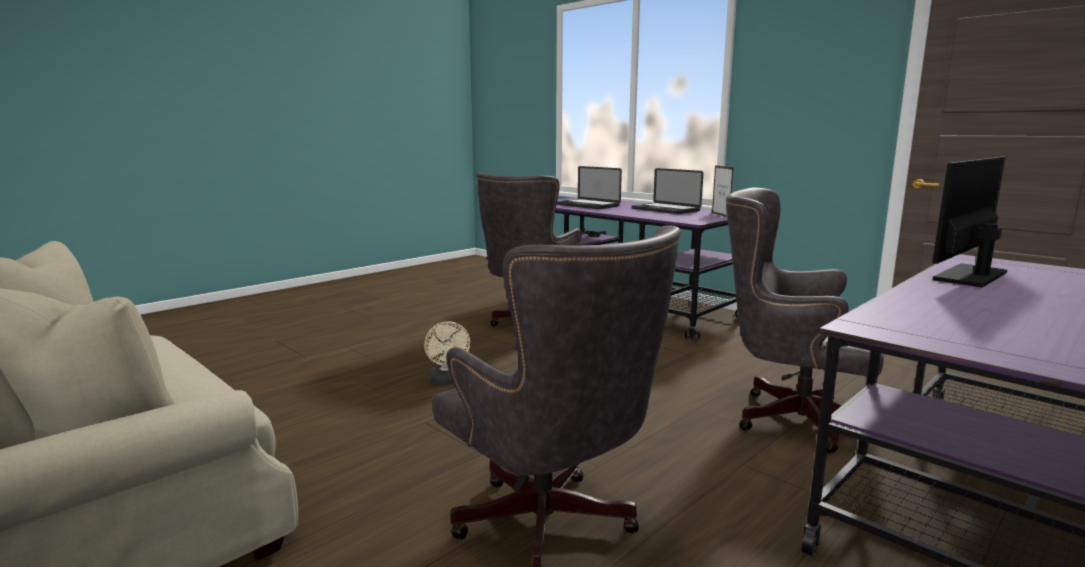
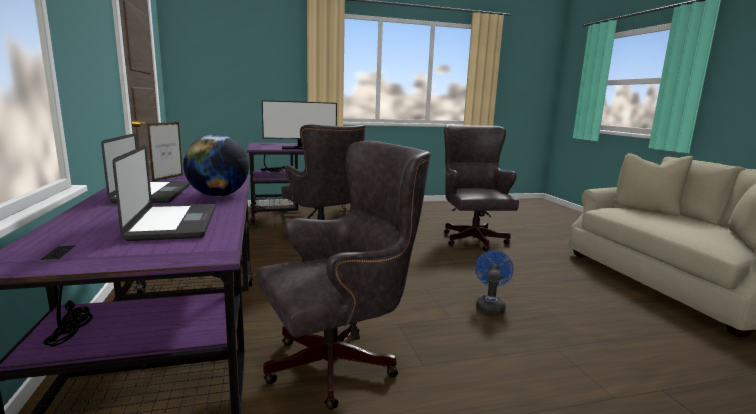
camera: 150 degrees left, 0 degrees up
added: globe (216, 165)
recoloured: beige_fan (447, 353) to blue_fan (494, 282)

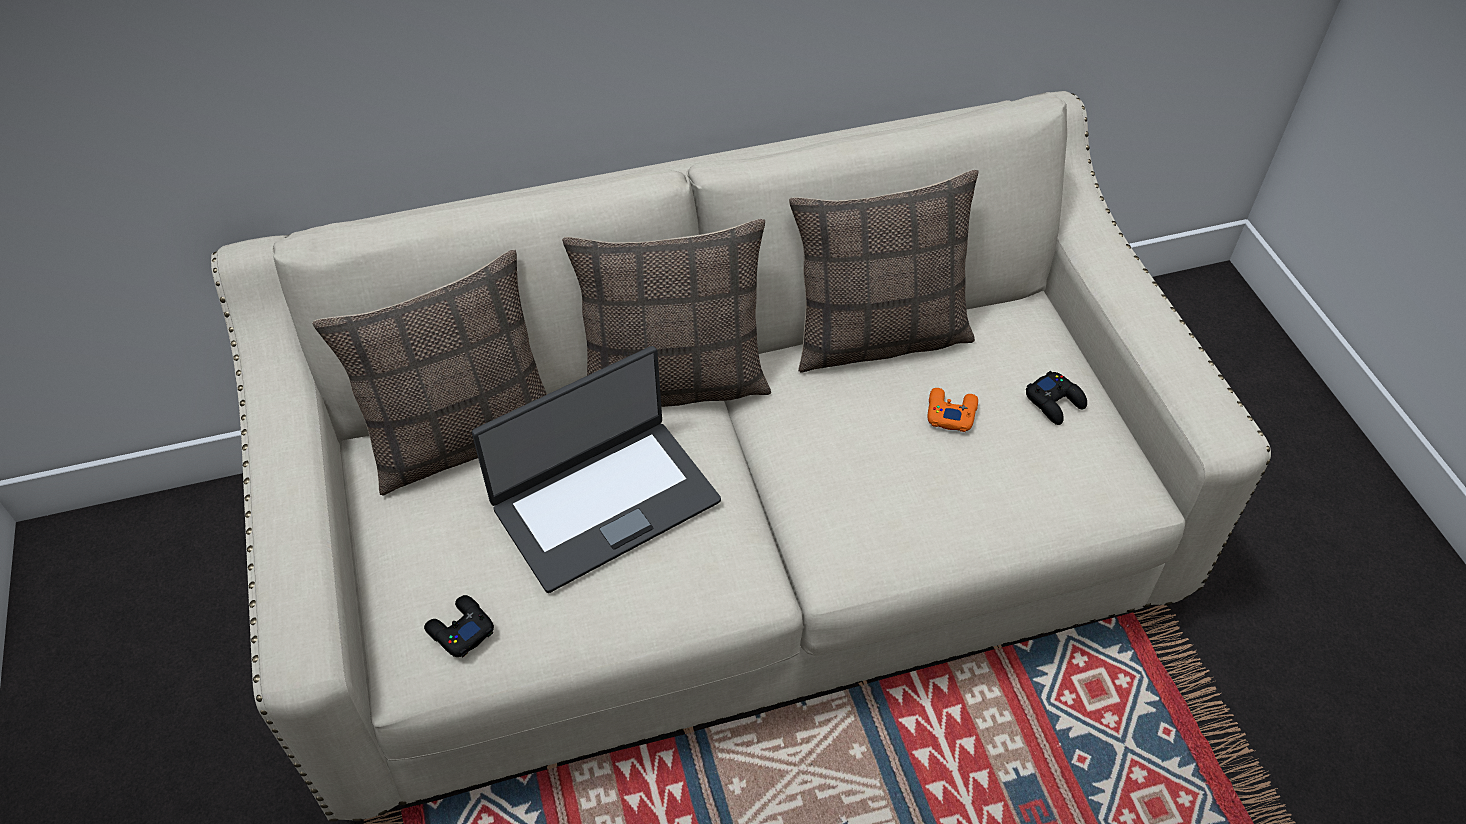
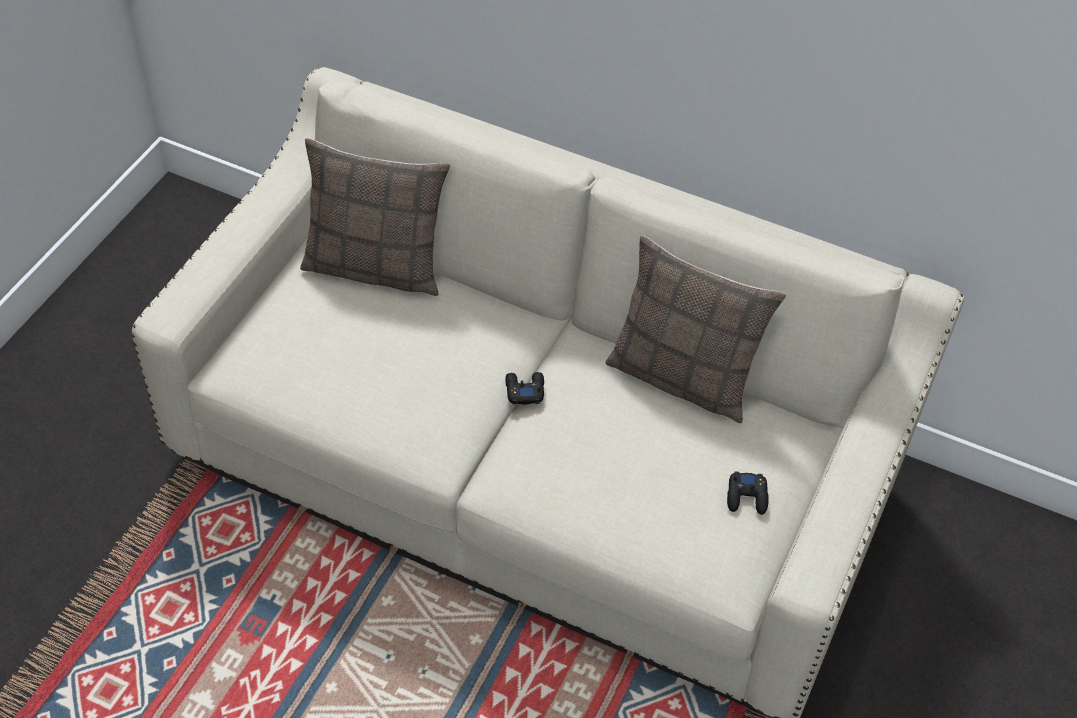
camera: 40 degrees right, 0 degrees up
removed: laptop (596, 469); pillow (666, 313); orange_game_controller (953, 410)
moved: black_game_controller (459, 626) to (524, 388)

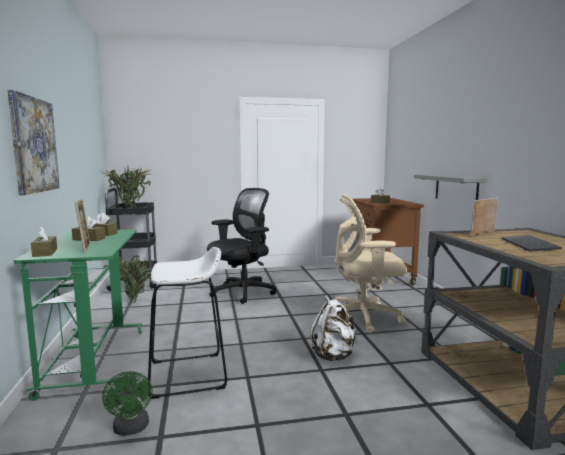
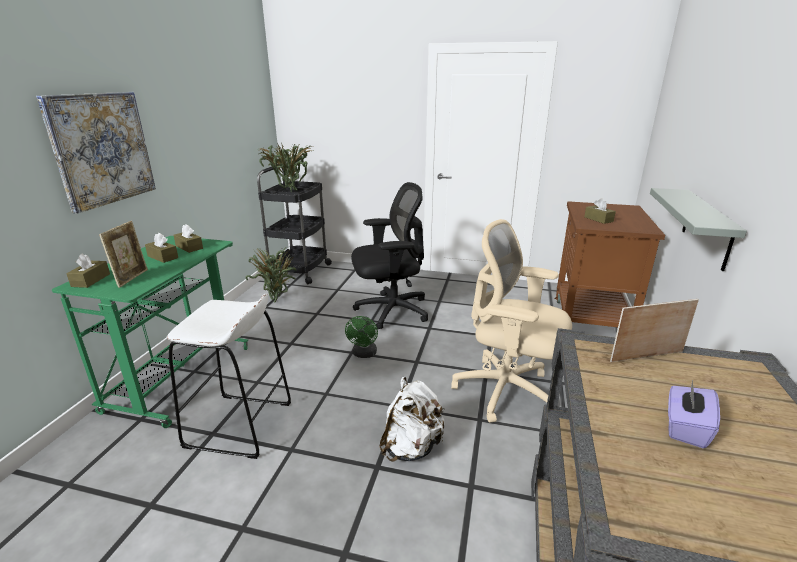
camera: 25 degrees right, 15 degrees up
moved: green_fan (127, 403) to (361, 337)
replaced: keyboard (532, 243) to purple_tissue_box (694, 414)

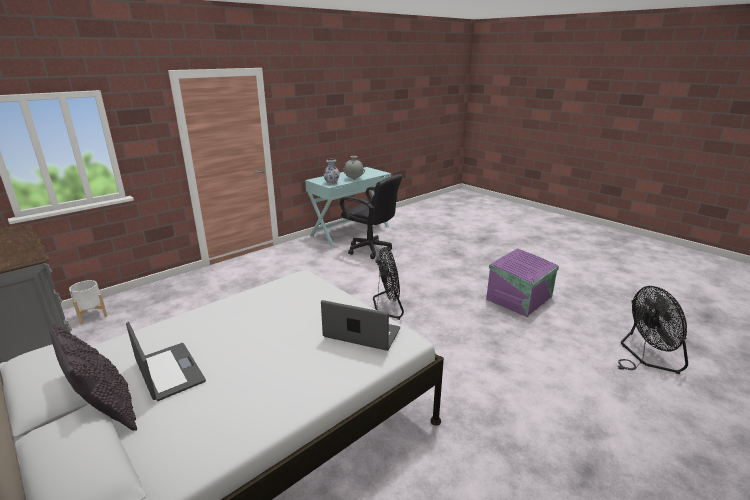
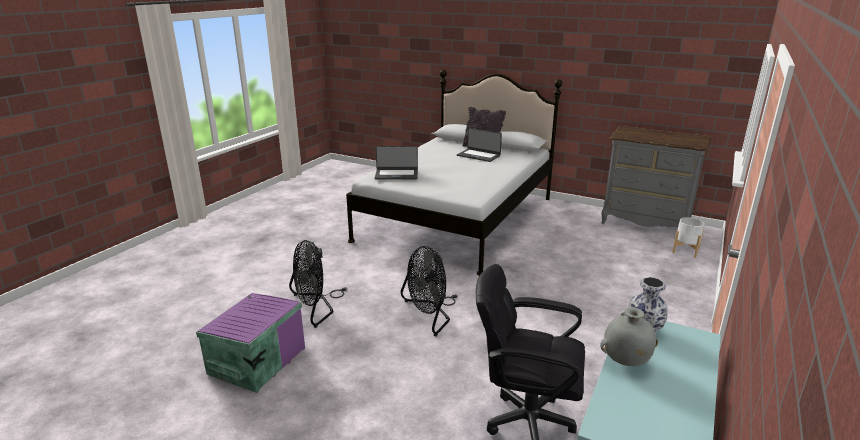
camera: 160 degrees right, 0 degrees up
moved: black_fan (652, 330) to (318, 284)

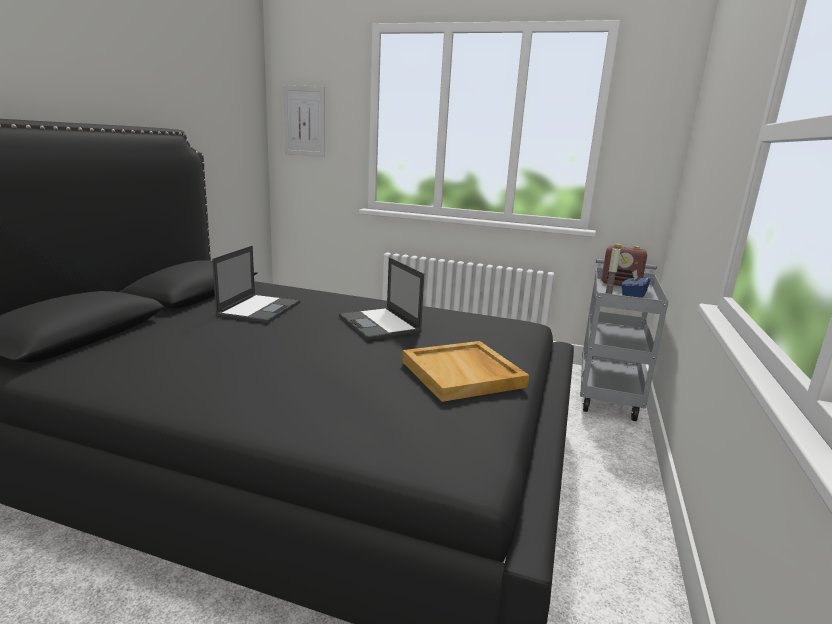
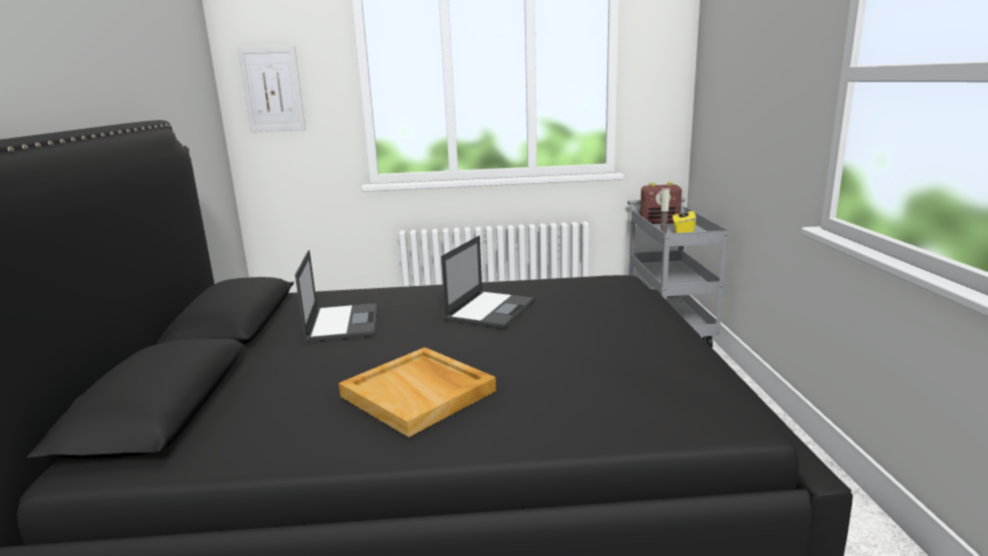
camera: 20 degrees left, 0 degrees up
moved: beige_tray (465, 371) to (417, 392)
recoloured: blue_tissue_box (635, 283) to yellow_tissue_box (684, 219)
turned: laptop (381, 298) = (488, 282) 105 degrees counterclockwise

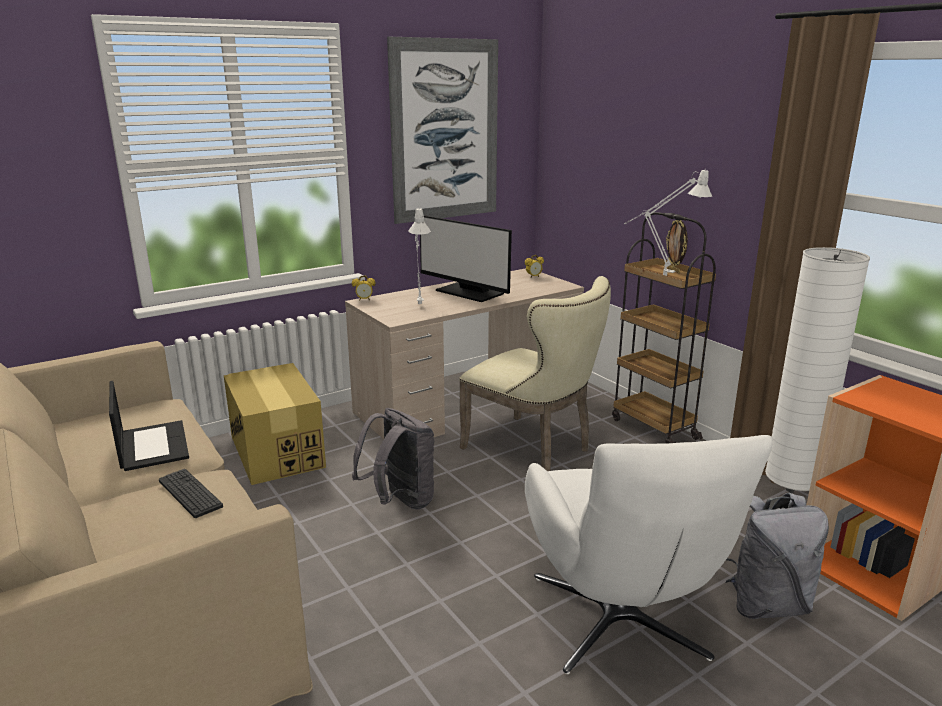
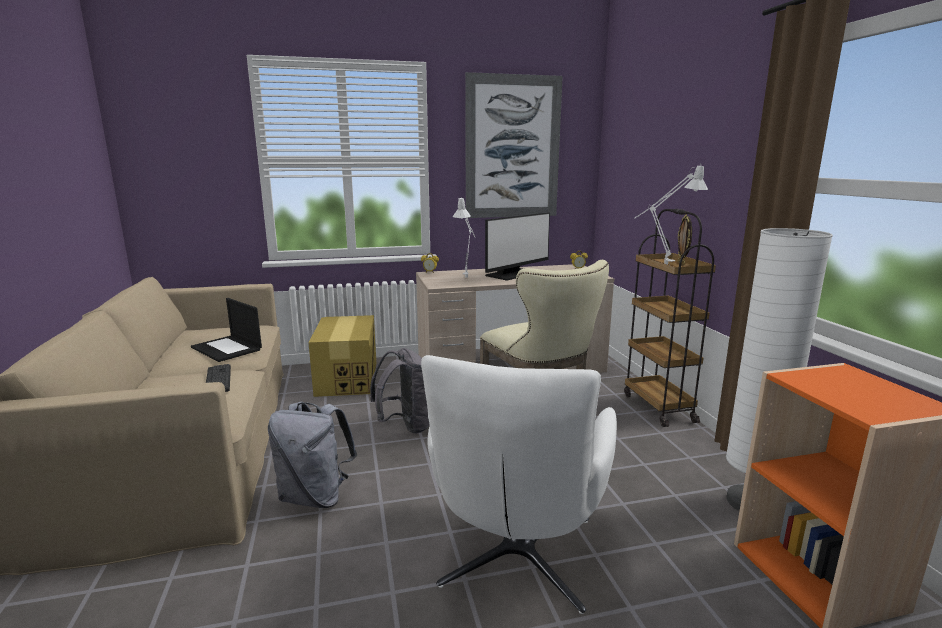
camera: 20 degrees right, 5 degrees down
moved: grey_backpack (777, 556) to (312, 454)
turned: laptop (149, 426) = (226, 330) 135 degrees clockwise; monitor (466, 258) = (517, 247) 105 degrees counterclockwise

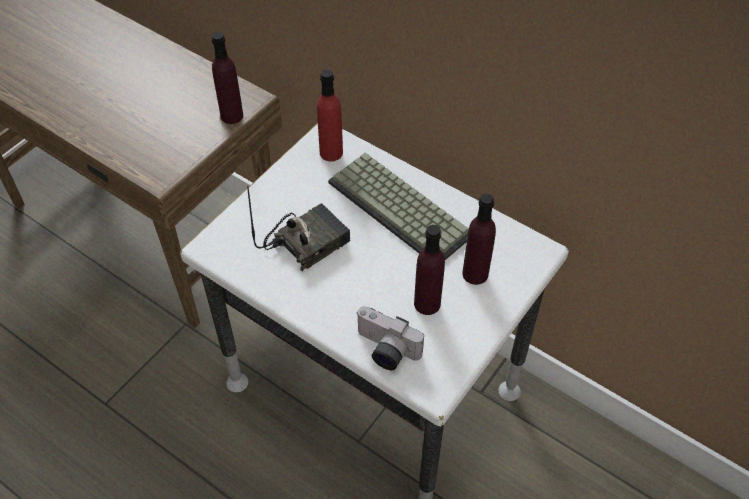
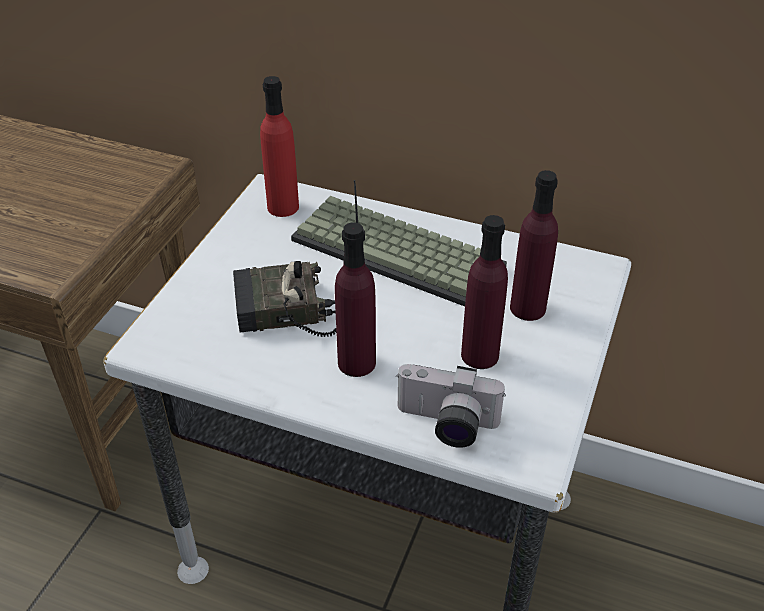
camera: 15 degrees left, 10 degrees down
moved: purple_bottle (227, 78) to (355, 299)
turned: radio (298, 229) = (295, 258) 135 degrees counterclockwise

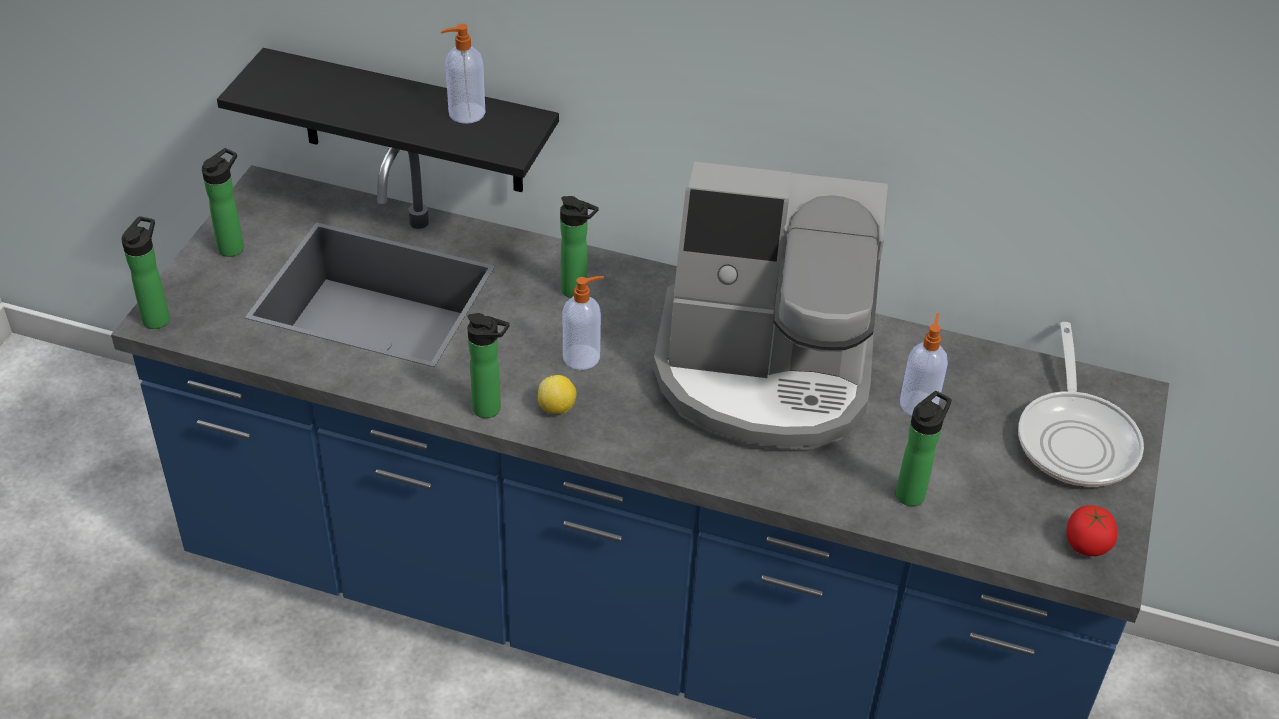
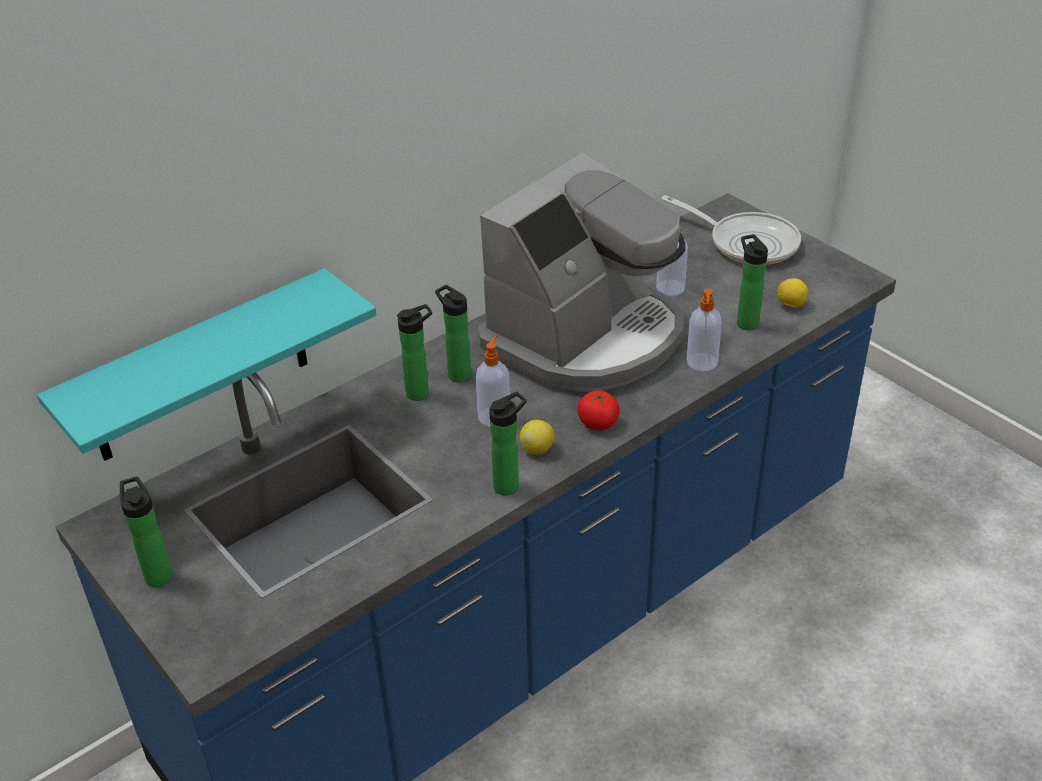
camera: 55 degrees left, 5 degrees down
added: lemon (792, 293)
moved: bottle (145, 272) to (453, 333); soap_dispenser (463, 74) to (704, 330); tomato (1091, 530) to (598, 410)
recoloured: black_shelf (388, 120) to turquoise_shelf (207, 364)

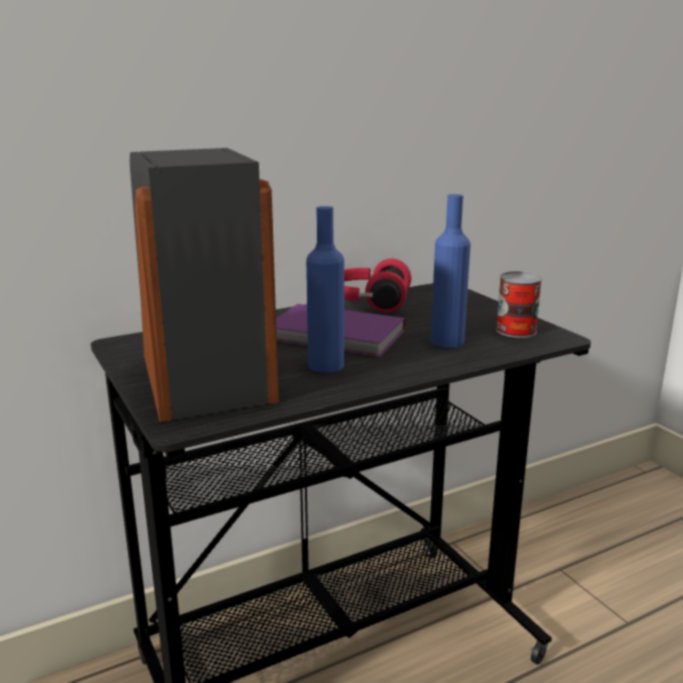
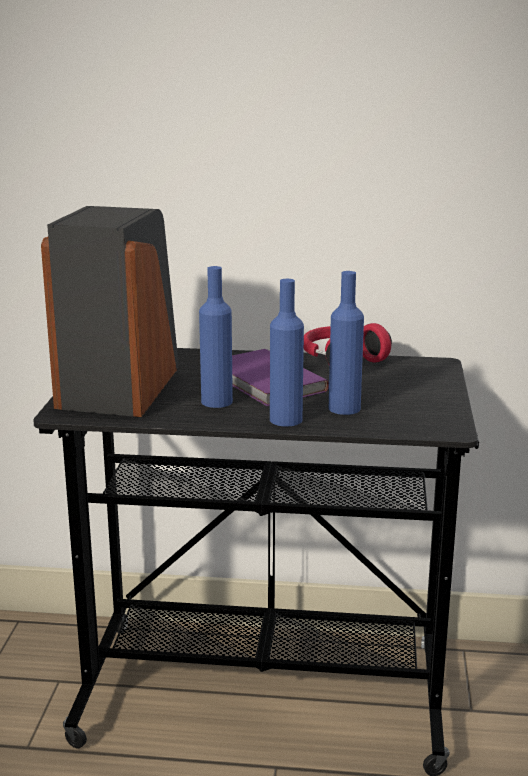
camera: 35 degrees right, 0 degrees up
removed: can (519, 304)
added: blue_bottle (287, 352)

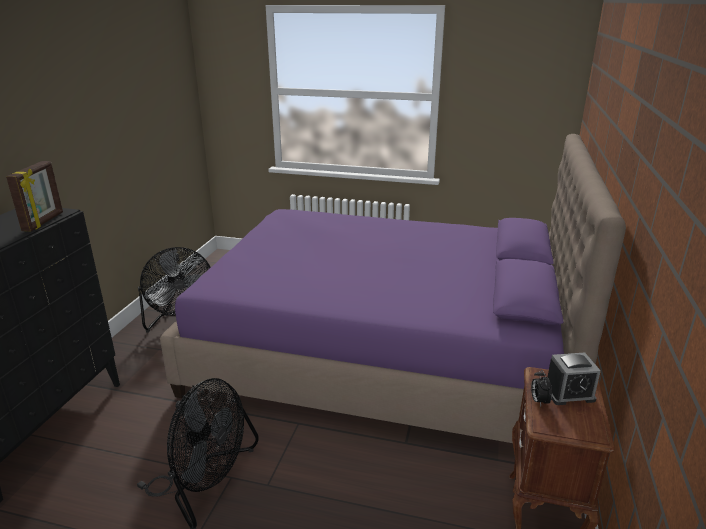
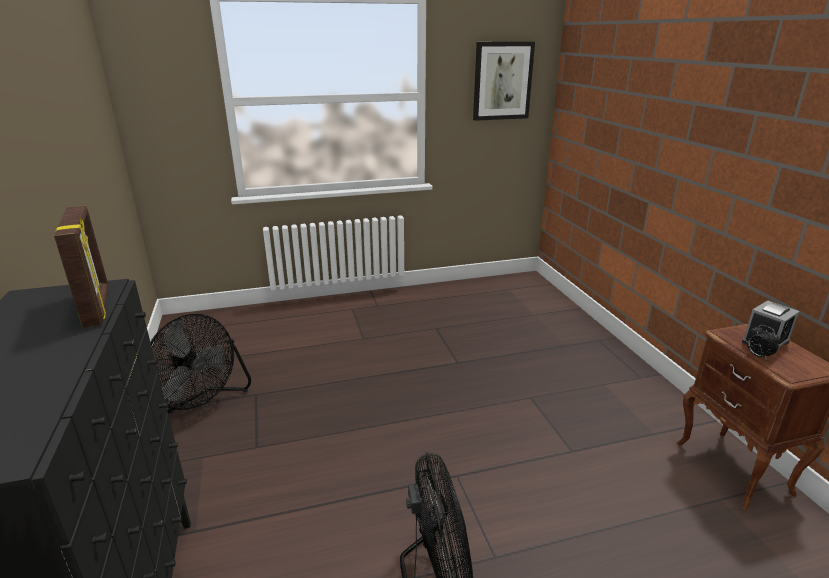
camera: 30 degrees left, 0 degrees up
removed: purple_bed (393, 288)
added: picture (504, 81)

